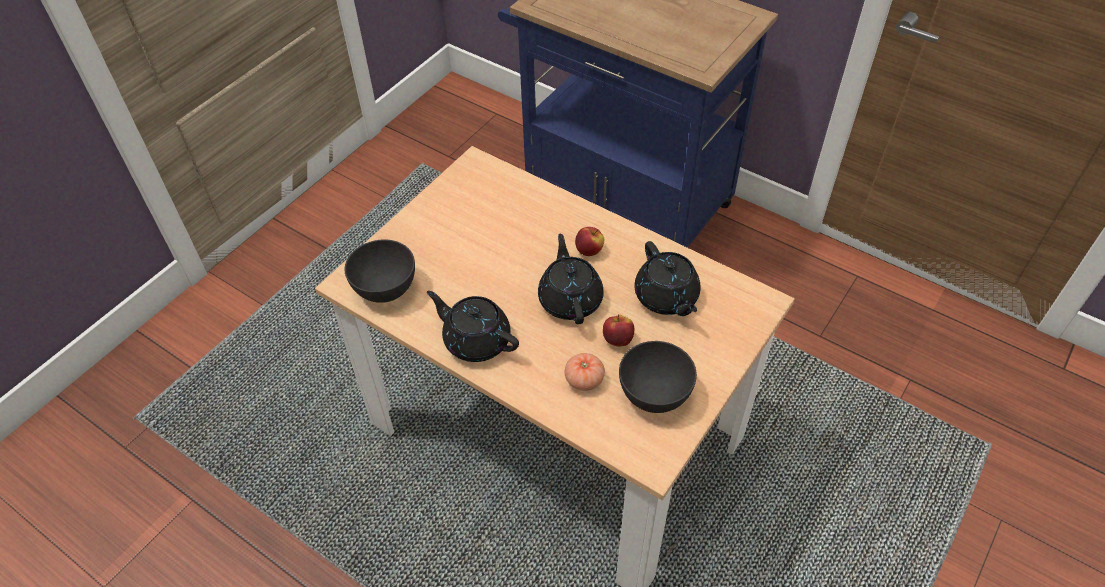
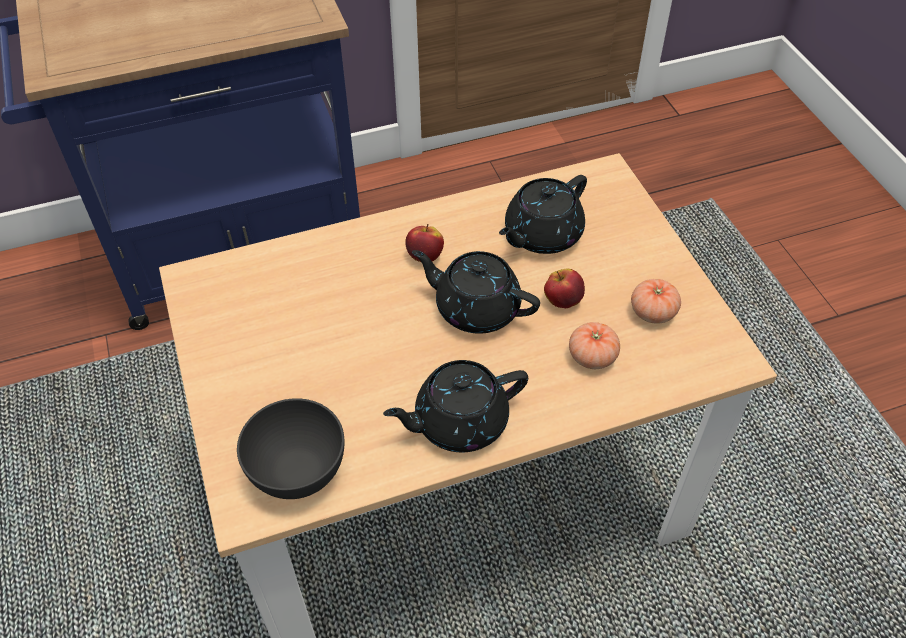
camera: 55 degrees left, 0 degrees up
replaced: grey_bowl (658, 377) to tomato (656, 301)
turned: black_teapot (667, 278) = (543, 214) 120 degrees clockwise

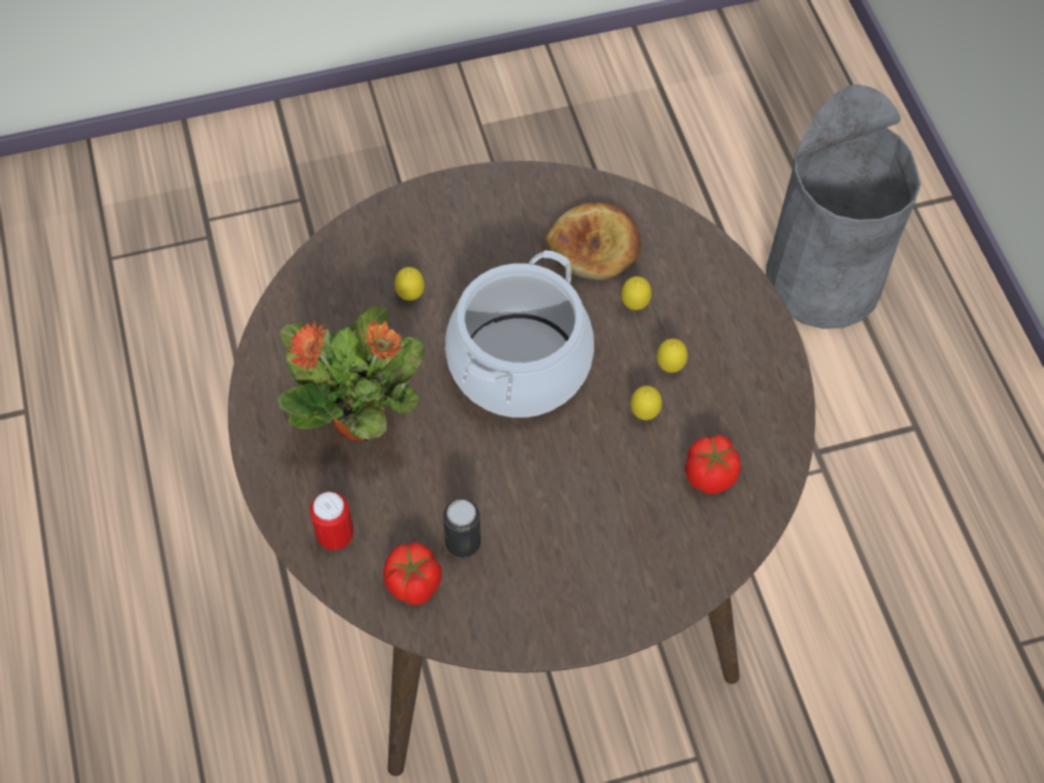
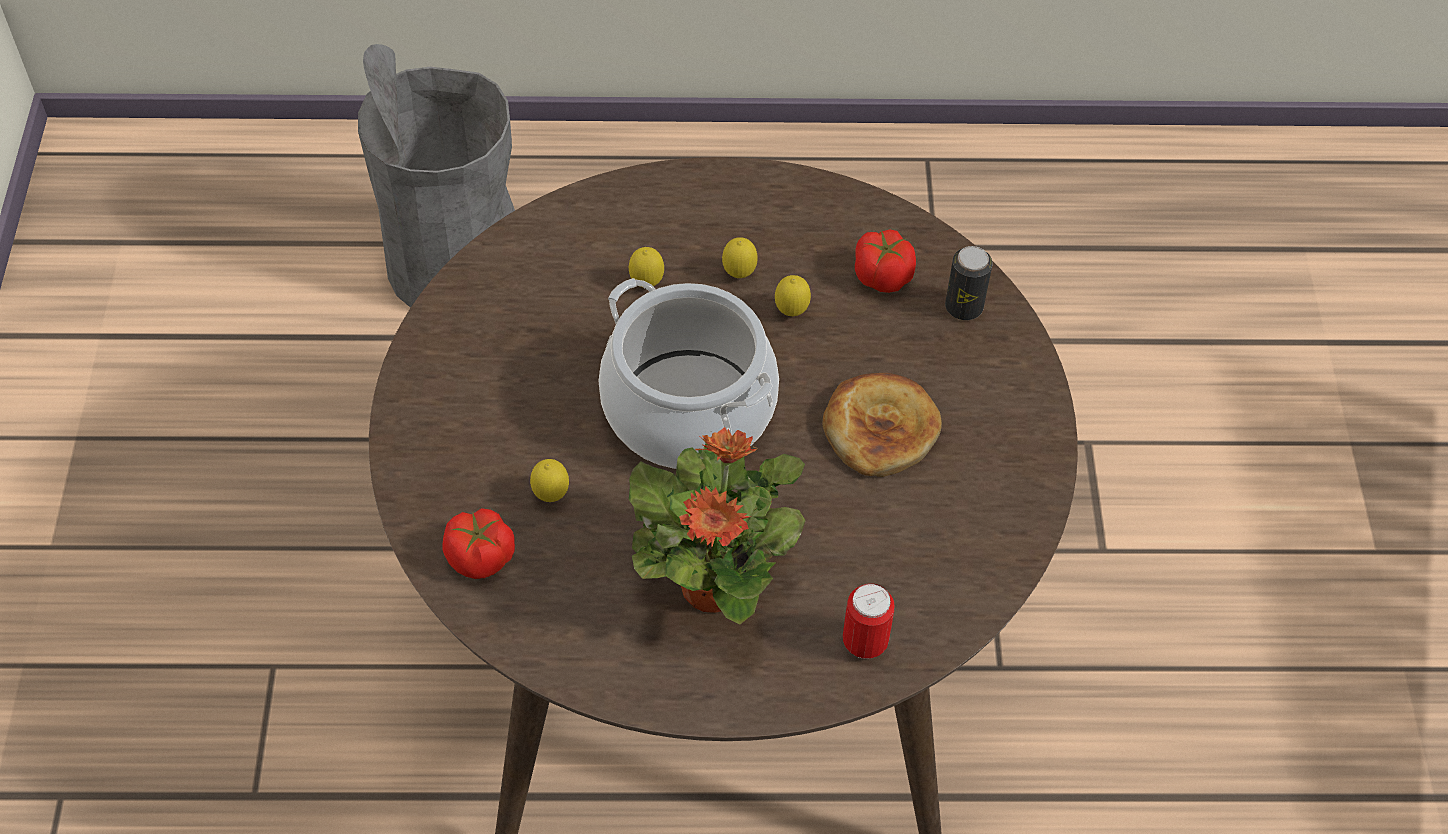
camera: 75 degrees left, 5 degrees down
moved: tomato (412, 573) to (478, 543); can (462, 528) to (968, 283); bread (593, 241) to (882, 425)

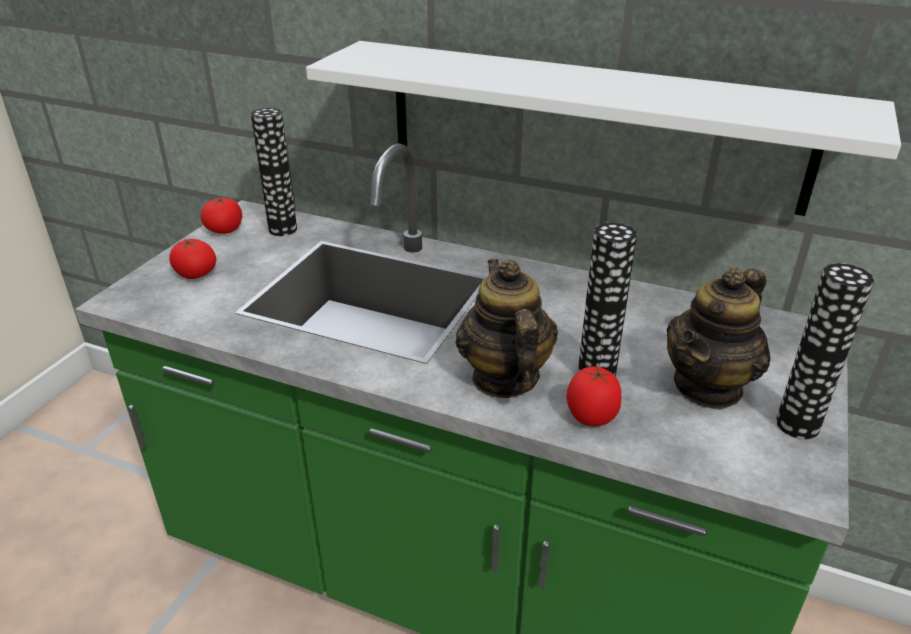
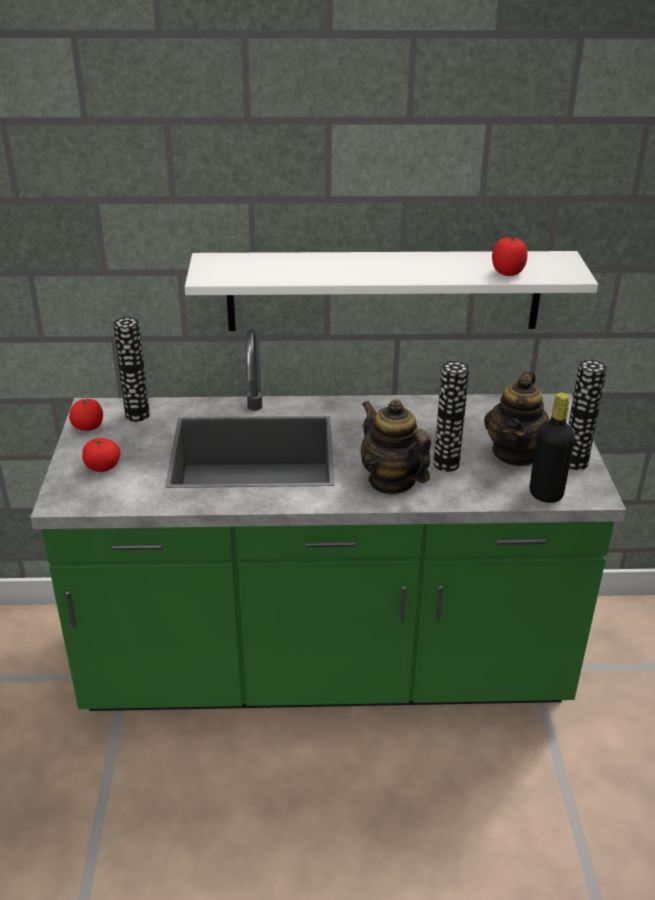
camera: 25 degrees left, 0 degrees up
added: black_bottle (552, 448)
moved: tomato (594, 396) to (509, 256)

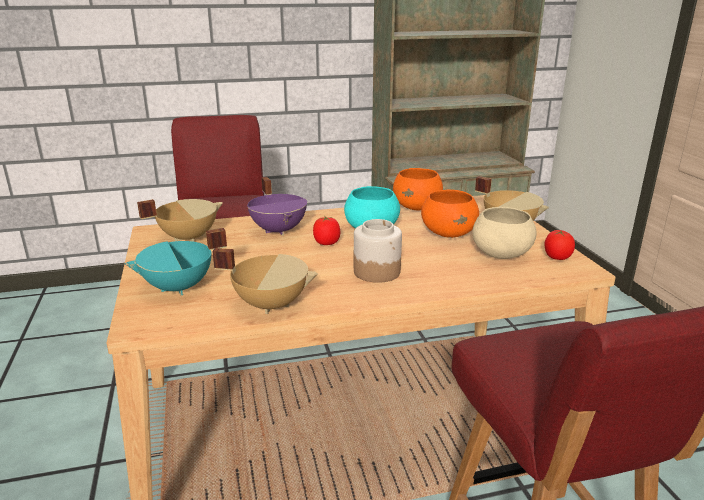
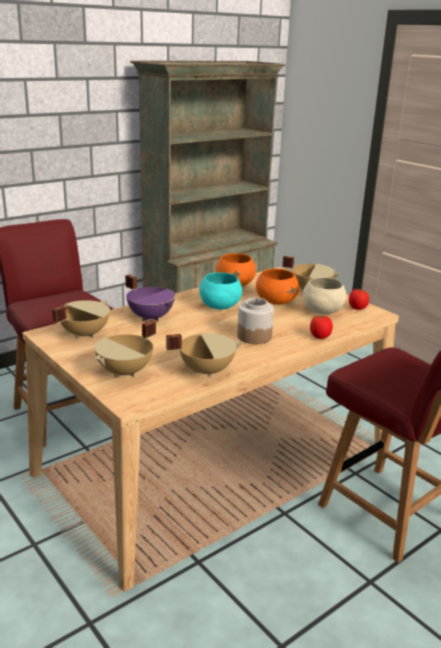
camera: 25 degrees left, 0 degrees up
moved: tomato (326, 231) to (321, 327)
recoloured: turquoise_cooking_pot (176, 261) to beige_cooking_pot (125, 348)

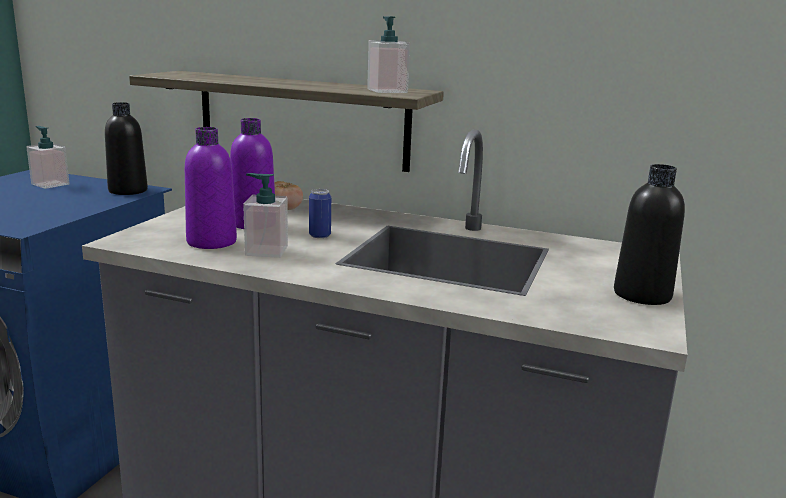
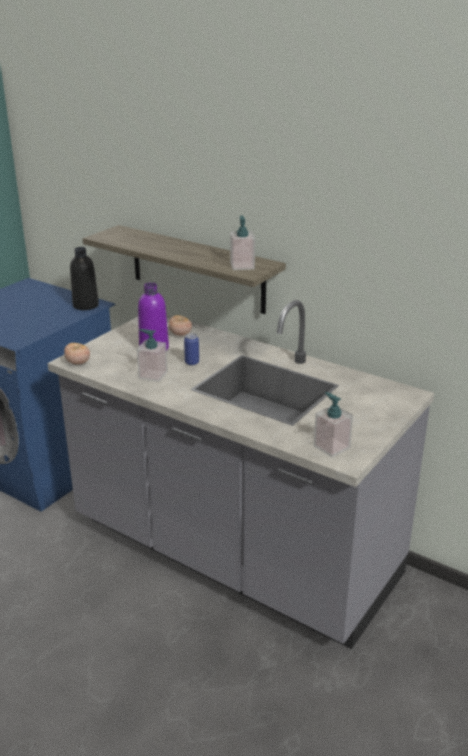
camera: 15 degrees right, 10 degrees up
removed: purple_bottle (211, 188); black_bottle (649, 234)
added: tomato (77, 354)
moved: soap_dispenser (48, 157) to (333, 424)

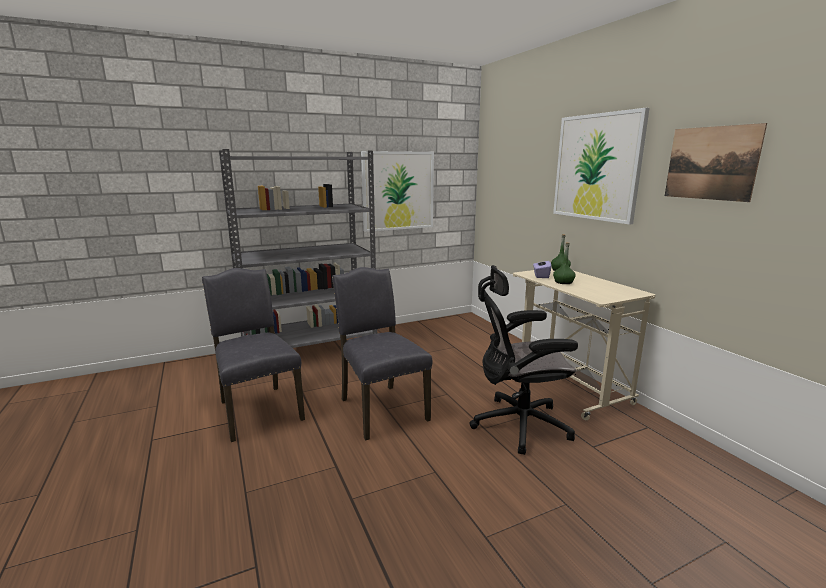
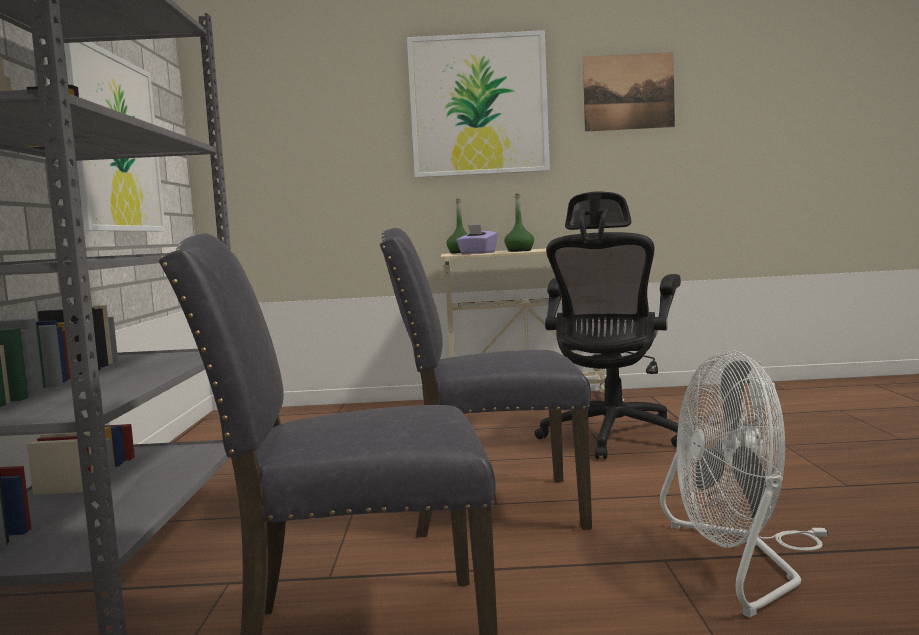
camera: 65 degrees left, 10 degrees down
added: white_fan (745, 484)

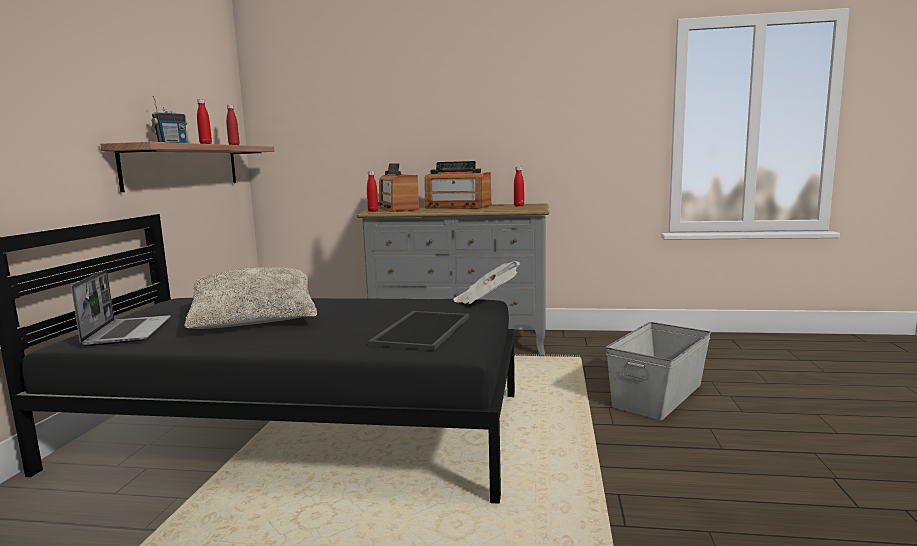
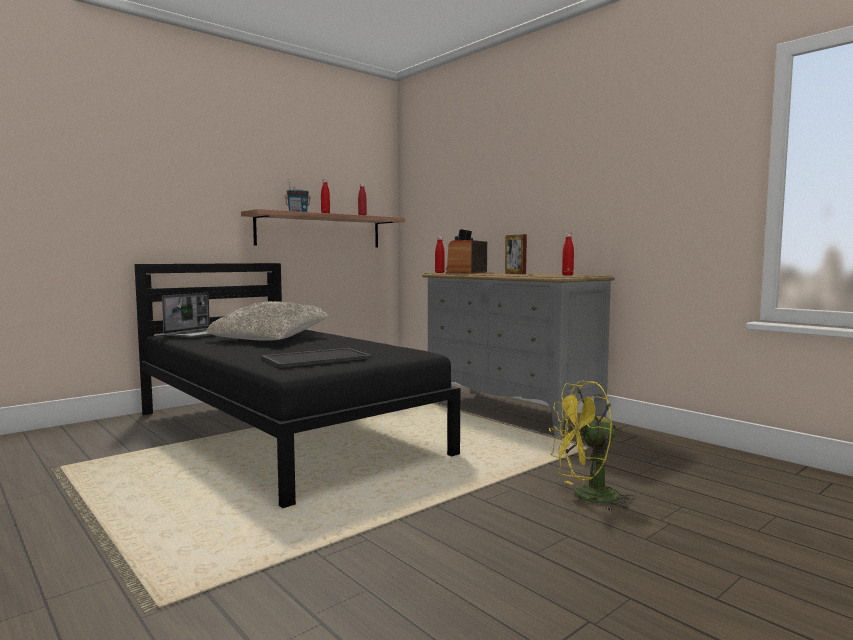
camera: 40 degrees right, 5 degrees down
removed: newspaper (486, 282)
replaced: radio (457, 185) to picture_frame (516, 254); grey_storage_box (658, 371) to yellow_fan (592, 446)

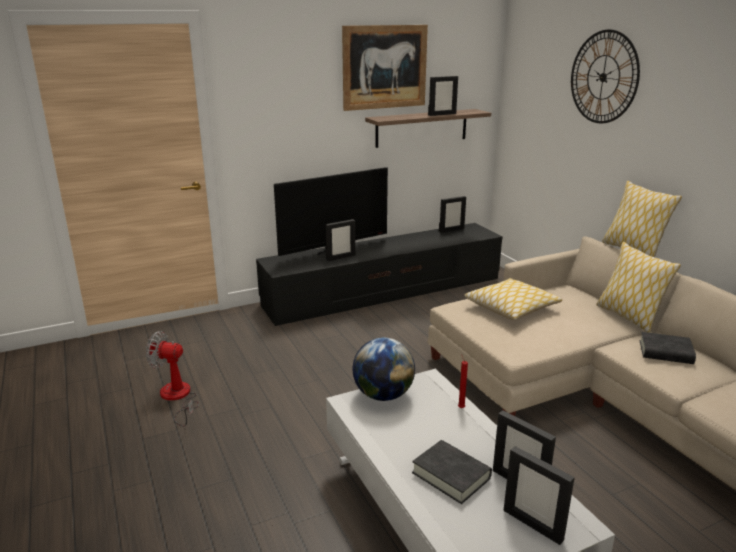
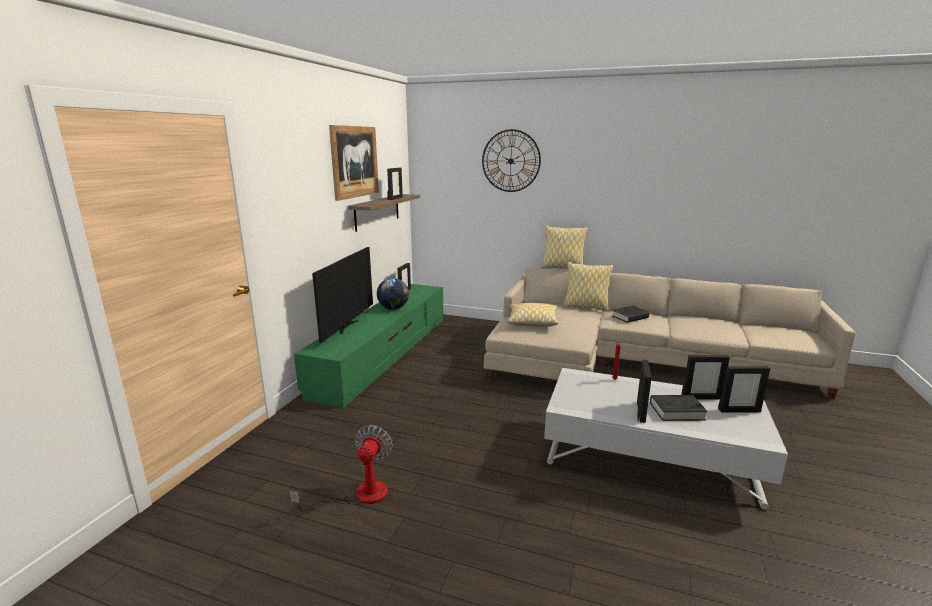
camera: 45 degrees left, 5 degrees down
moved: picture_frame (340, 240) to (644, 391); globe (384, 369) to (393, 294)
recoloured: black_tv_stand (379, 274) to green_tv_stand (368, 346)
turned: fan (172, 378) = (341, 470) 135 degrees clockwise

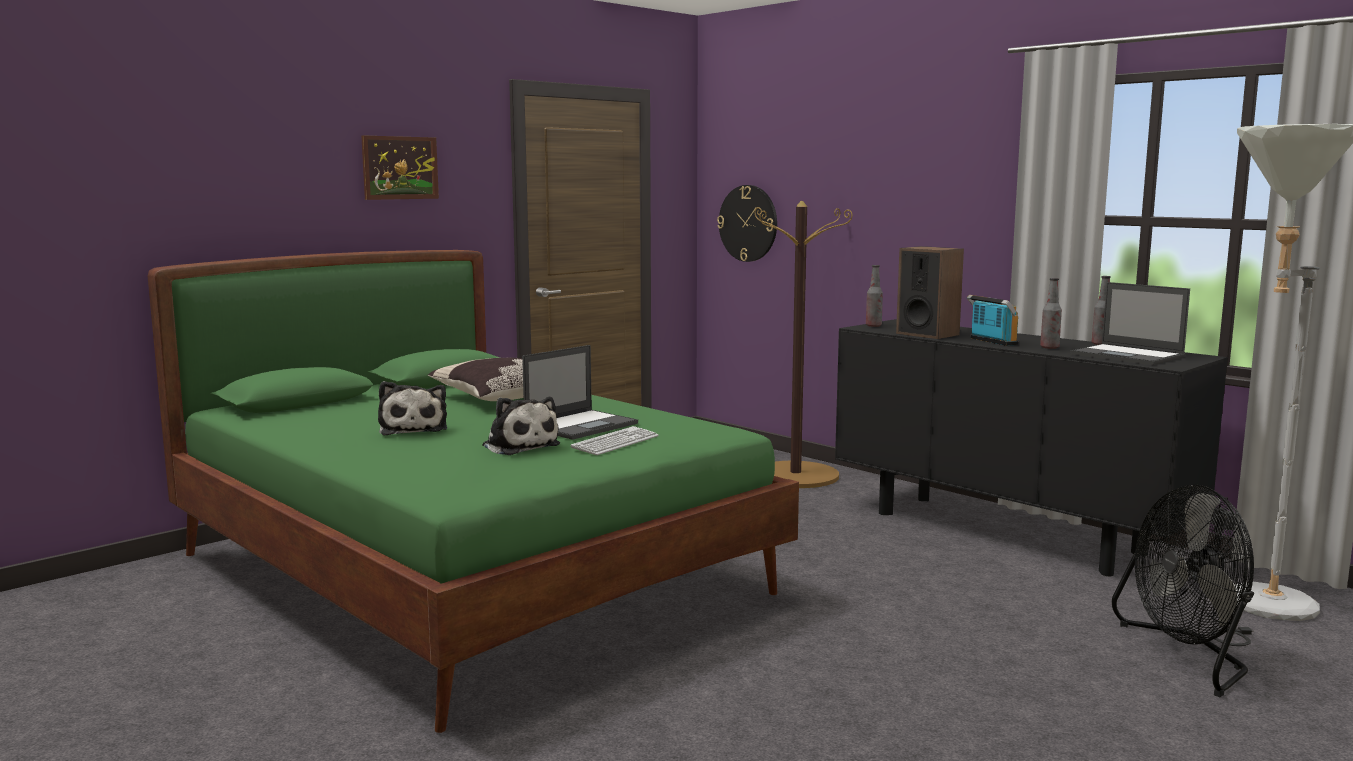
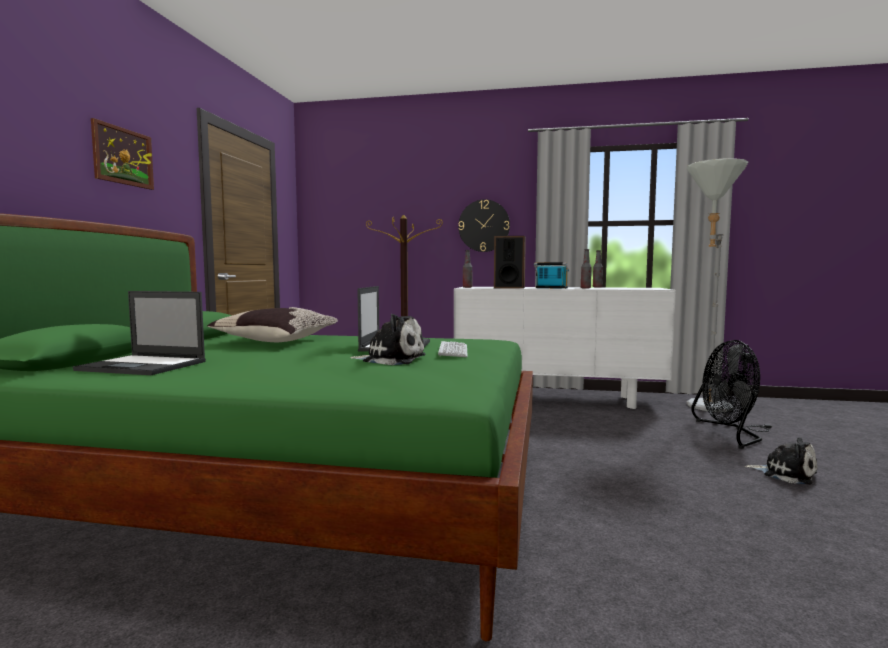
camera: 35 degrees left, 5 degrees down
moved: plush_toy (412, 408) to (781, 461); wall_clock (747, 223) to (484, 225); laptop (1130, 323) to (139, 333)
recoloured: black_dresser (1031, 447) to white_dresser (565, 348)
turned: black_fan (1183, 591) = (731, 394) 45 degrees clockwise

